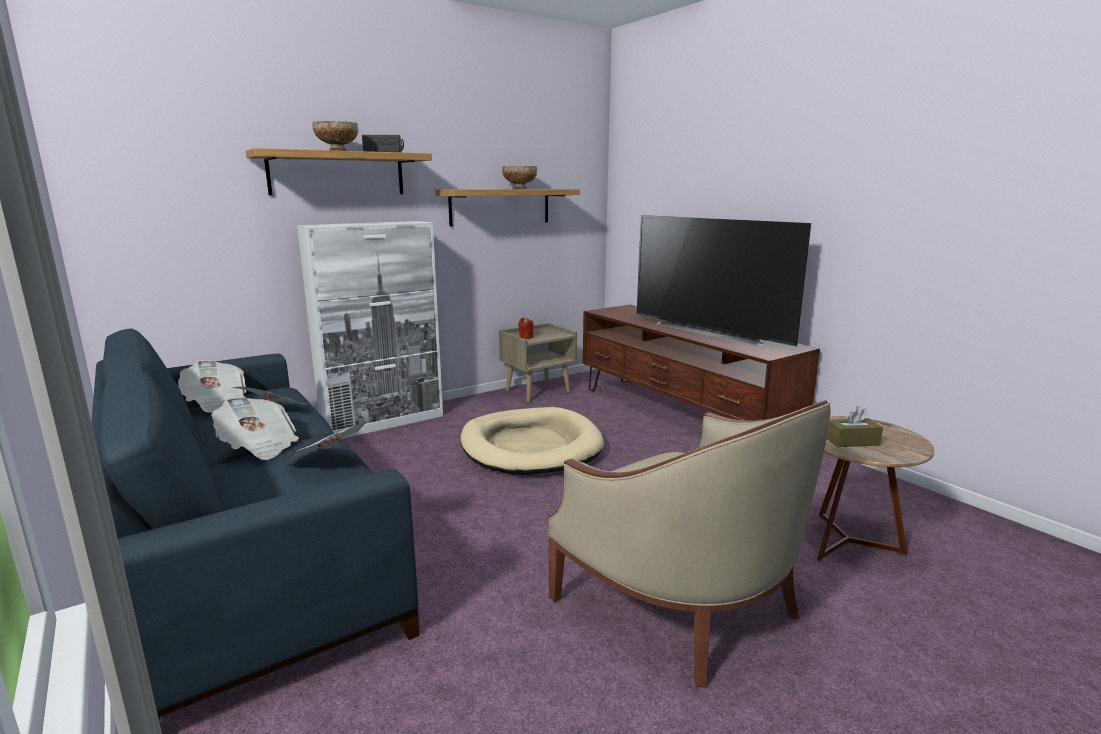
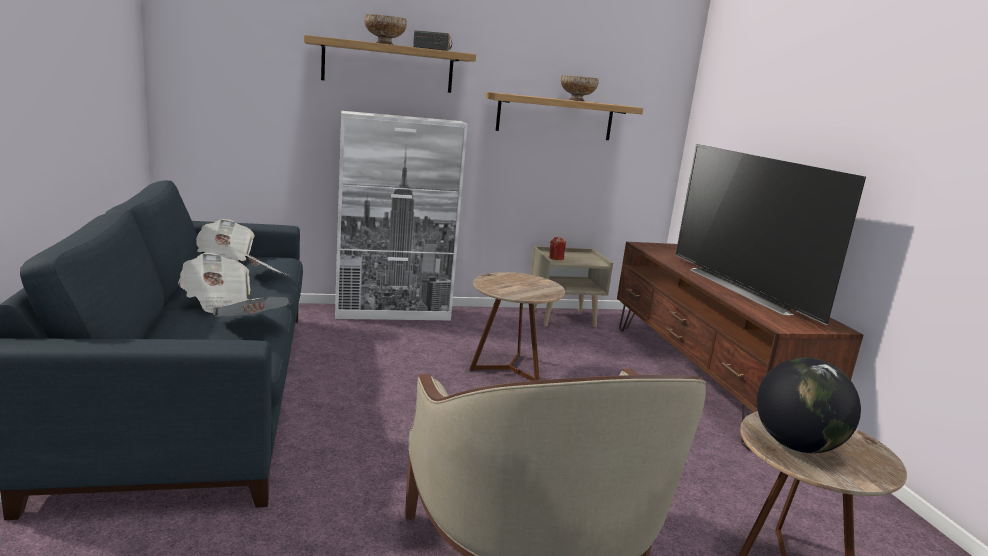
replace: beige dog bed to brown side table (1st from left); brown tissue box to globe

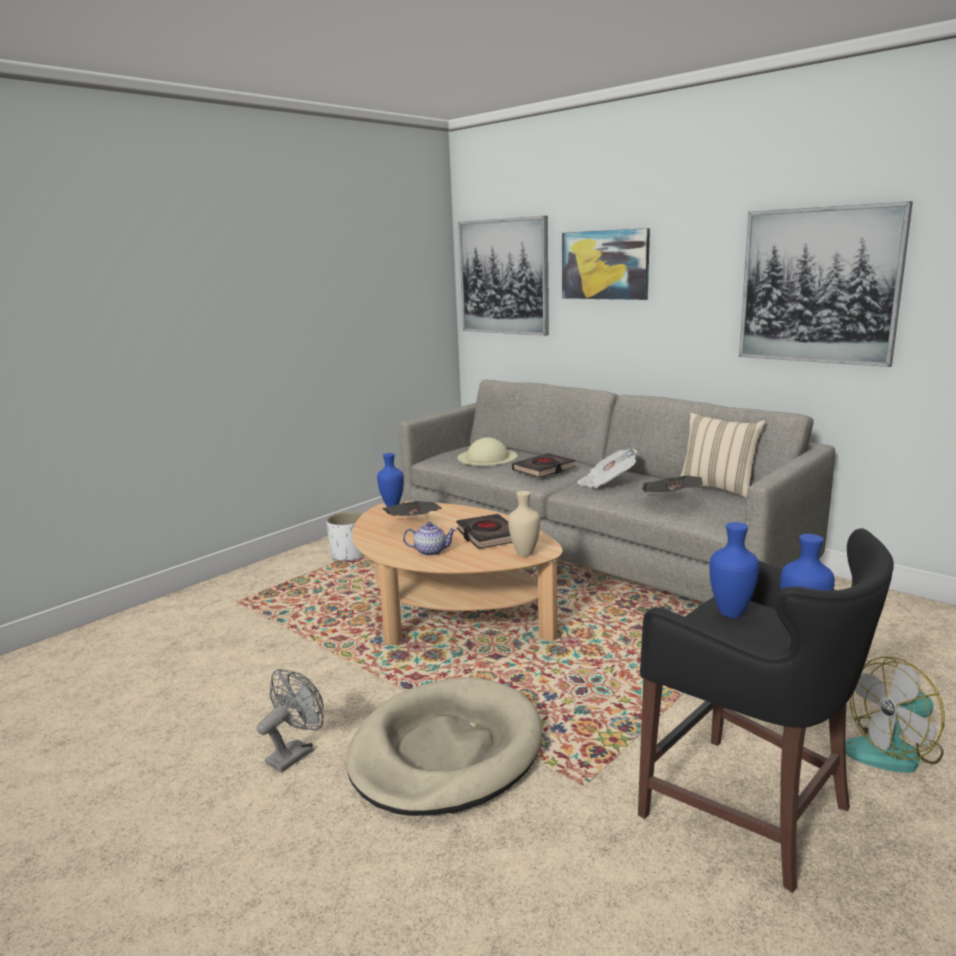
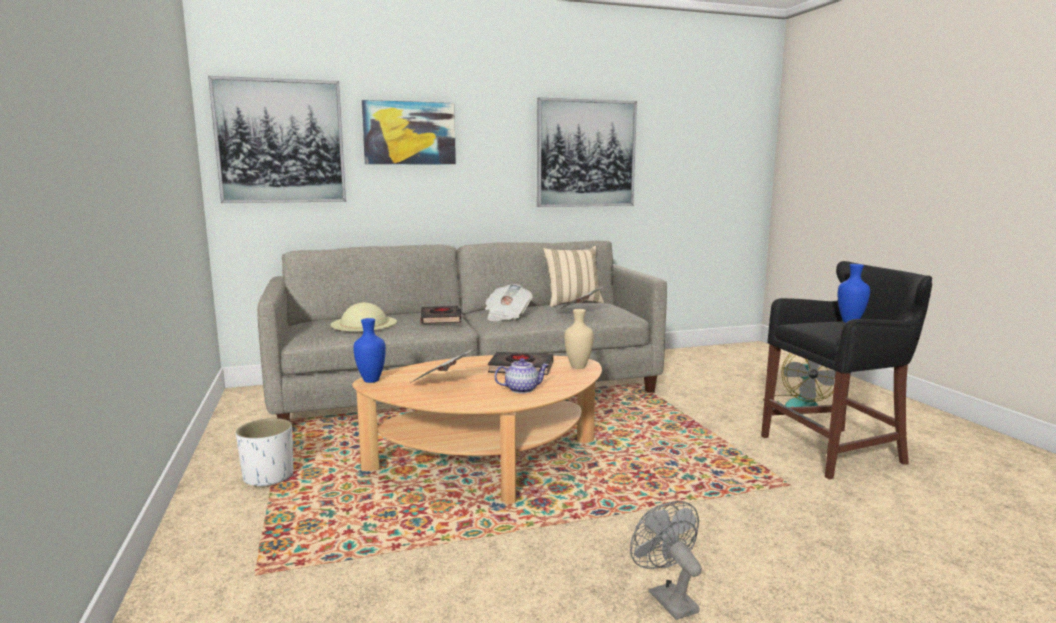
delete: beige dog bed; blue vase (2nd from left)
rotate: teapot 45 degrees clockwise

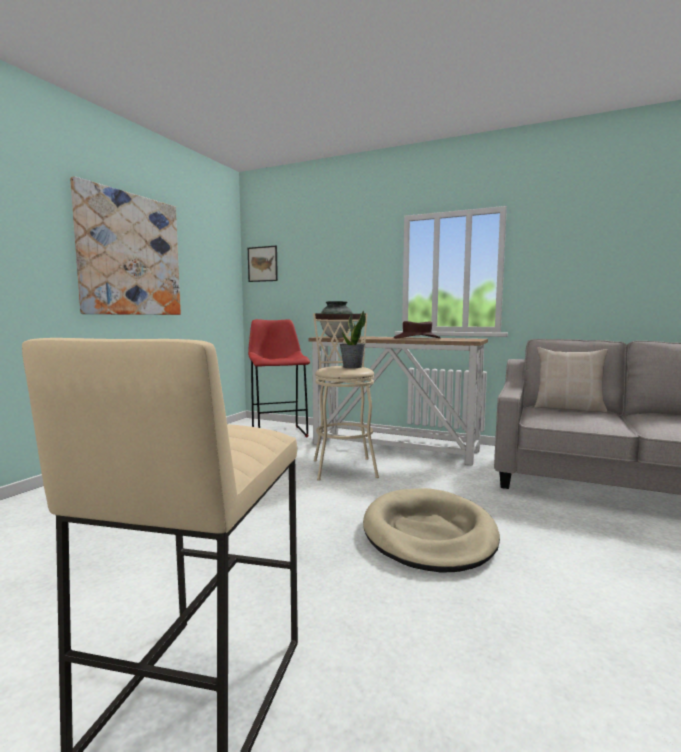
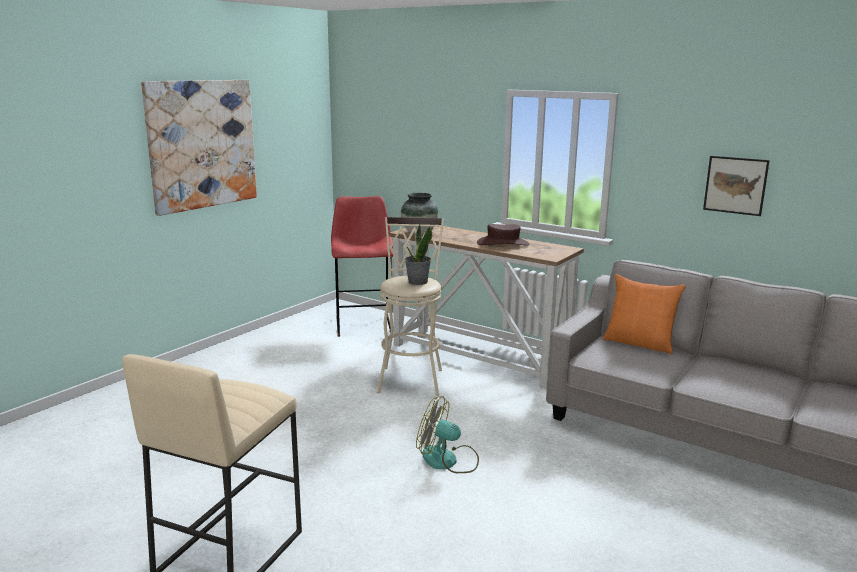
move: picture (2nd from left)
replace: beige dog bed to fan
recolor: beige pillow to orange pillow

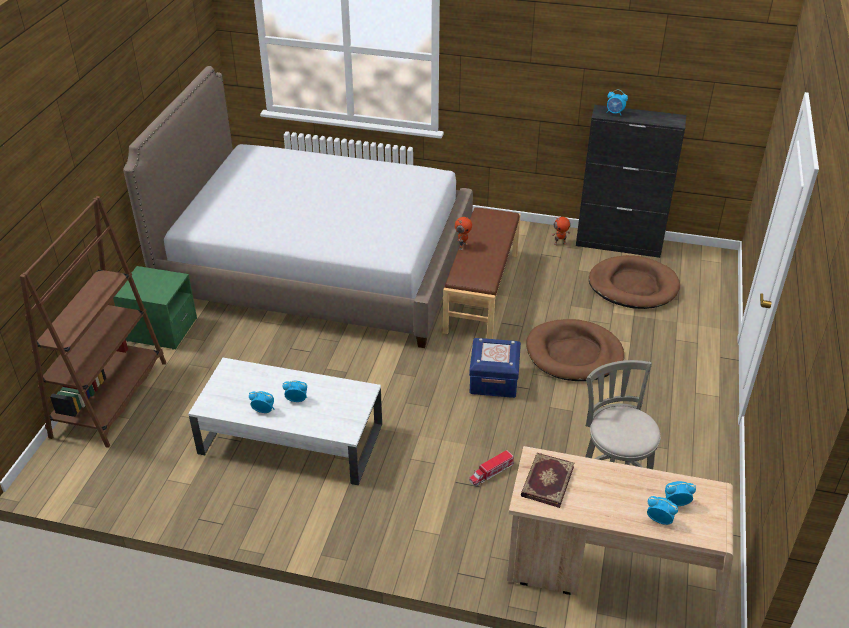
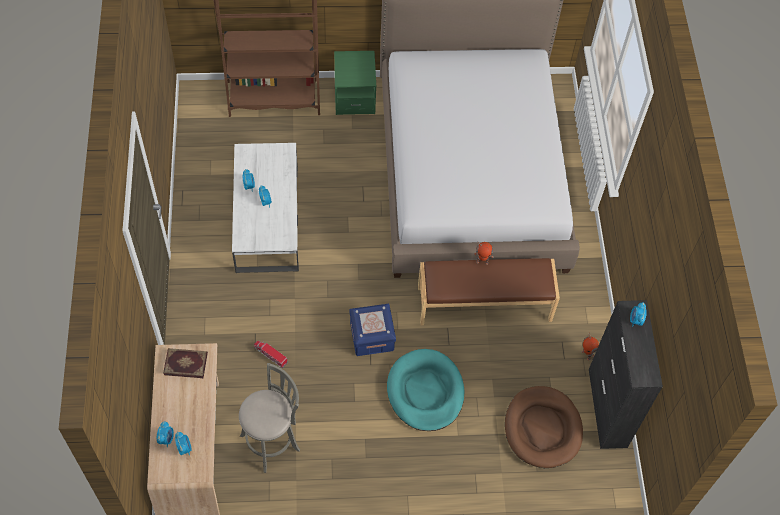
recolor: brown dog bed (1st from left) to turquoise dog bed

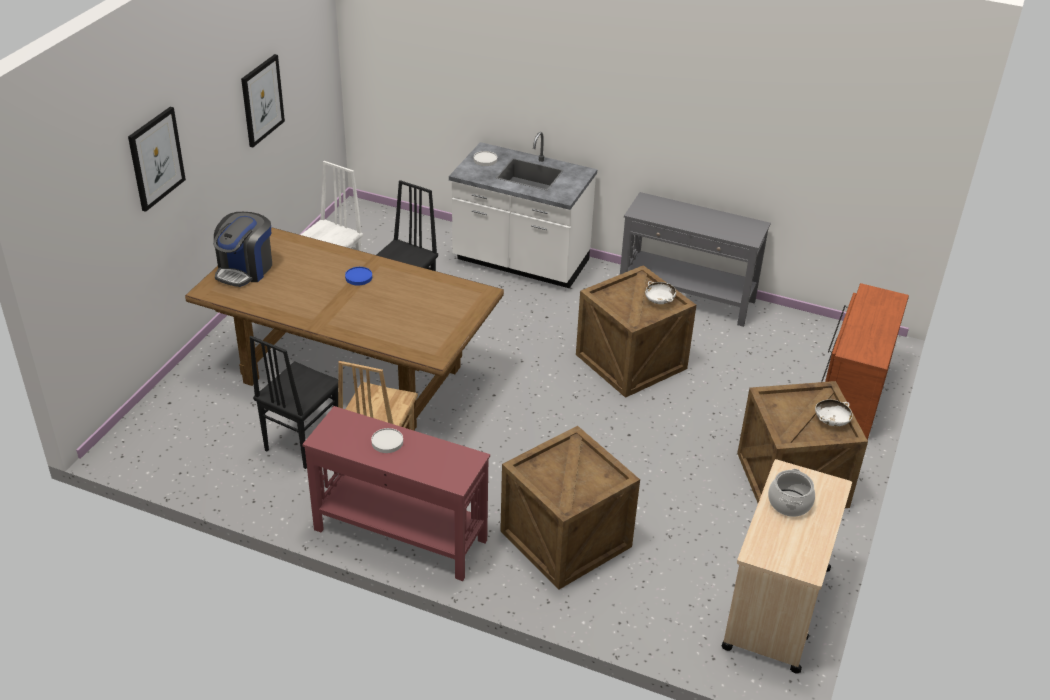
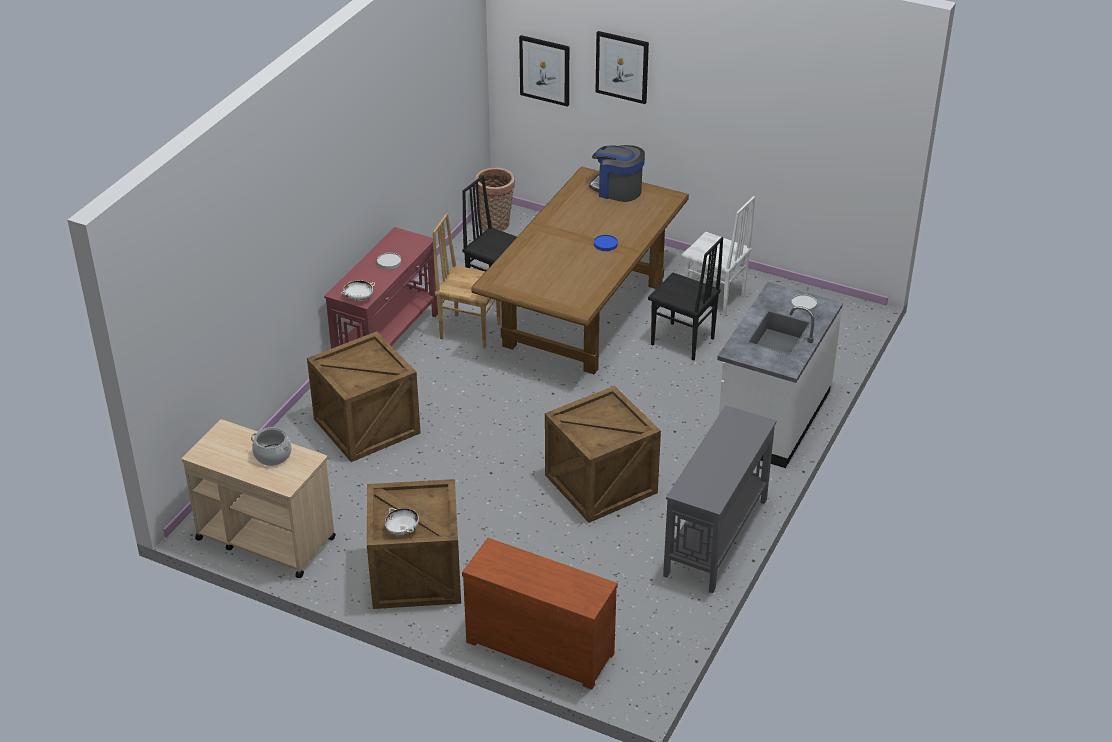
insert: basket
move: white bowl (1st from left); picture (2nd from left in the first image) to picture (1st from left)

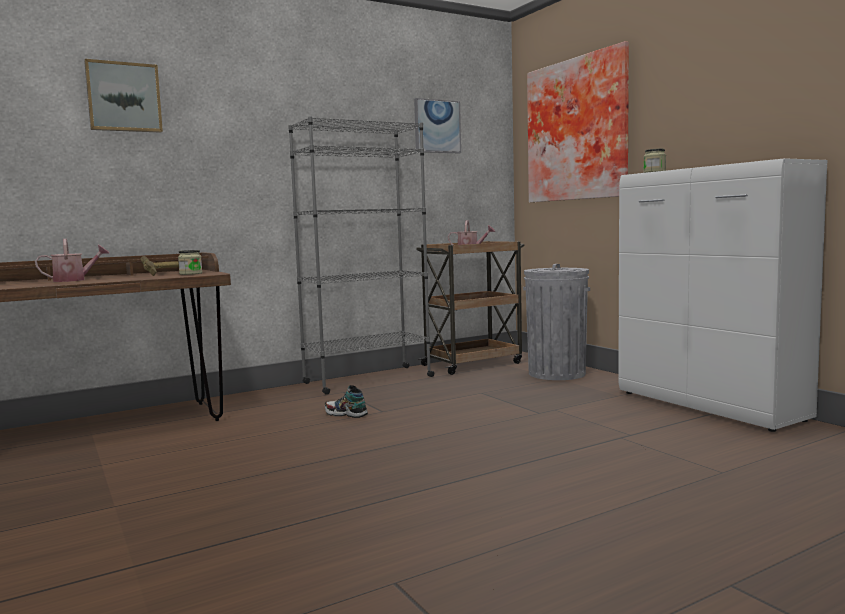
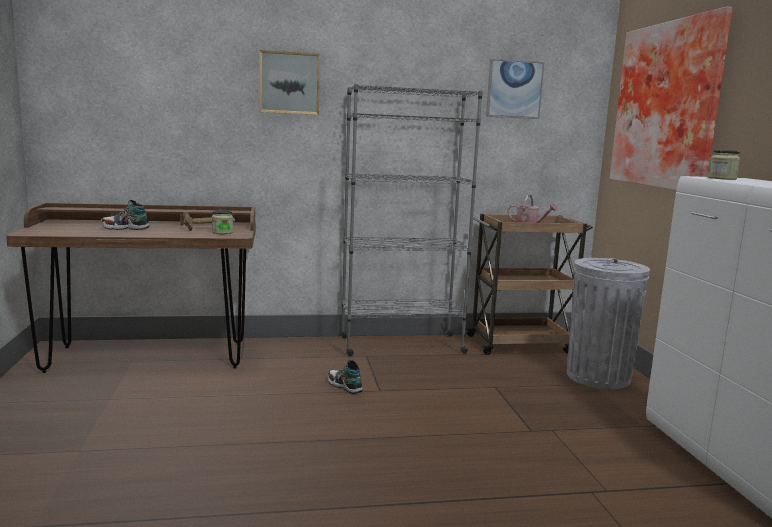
move: picture (1st from left)
replace: watering can (1st from left) to shoe (1st from left)

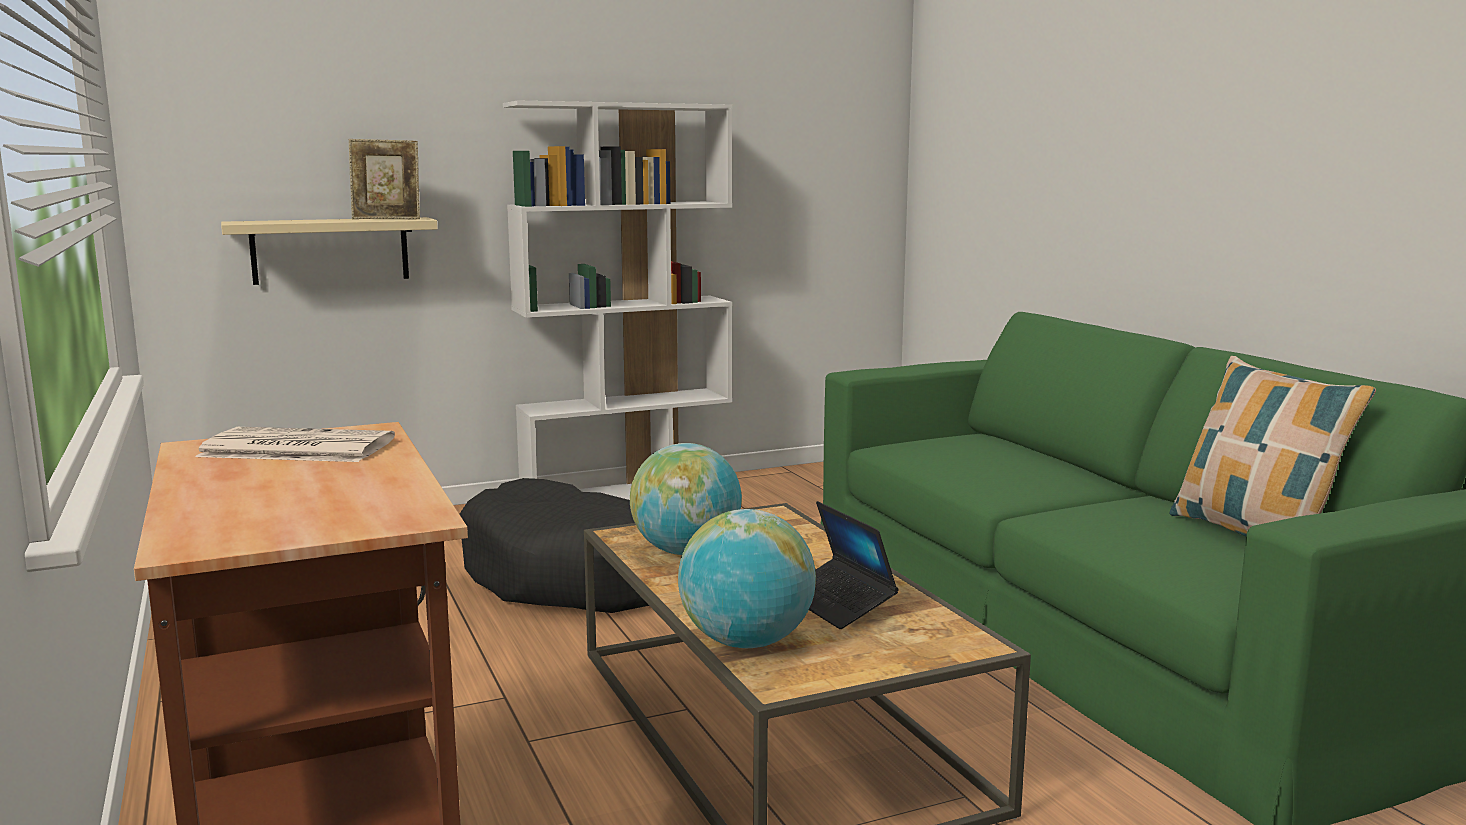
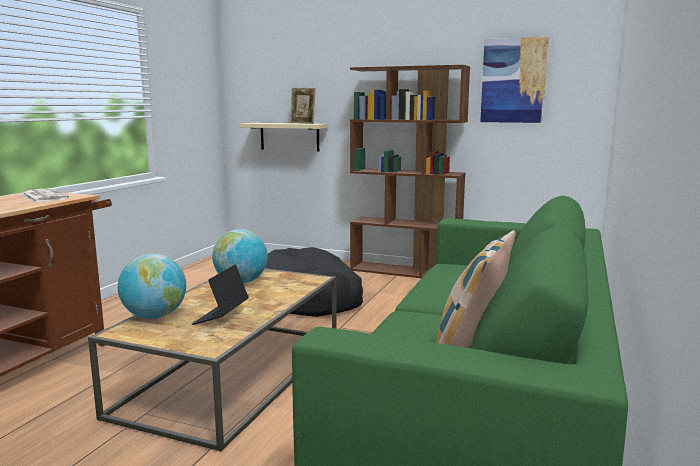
insert: picture
recolor: white bookcase to brown bookcase

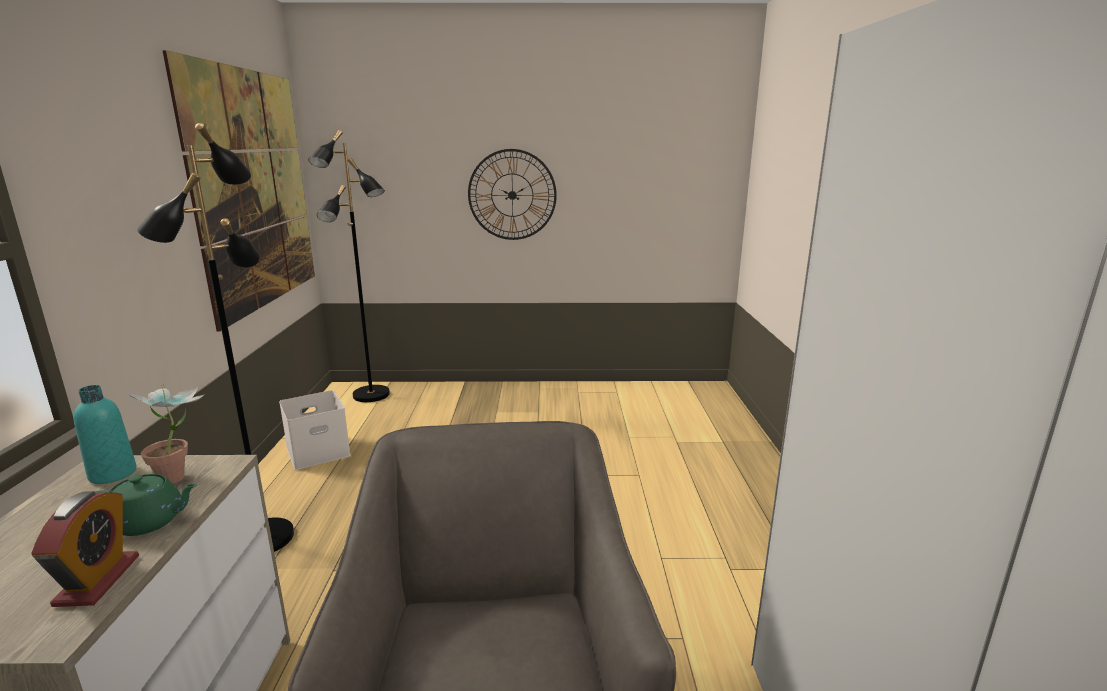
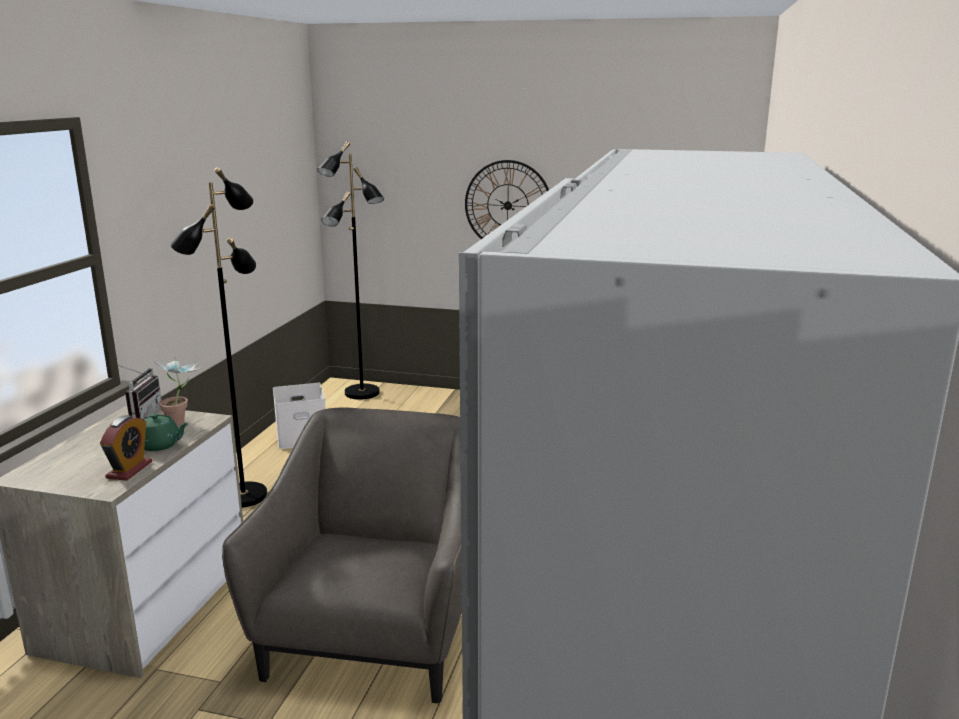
delete: picture
replace: turquoise bottle to radio

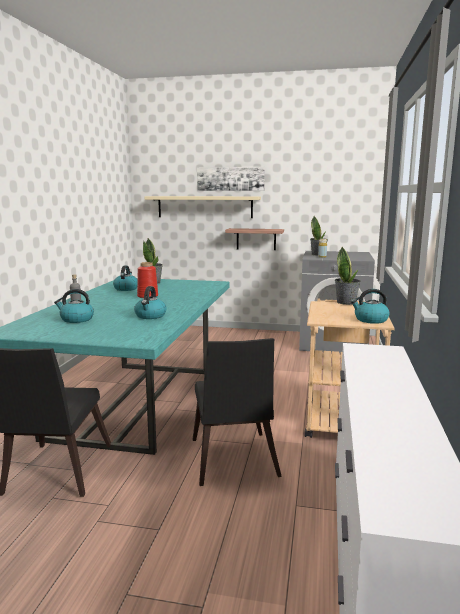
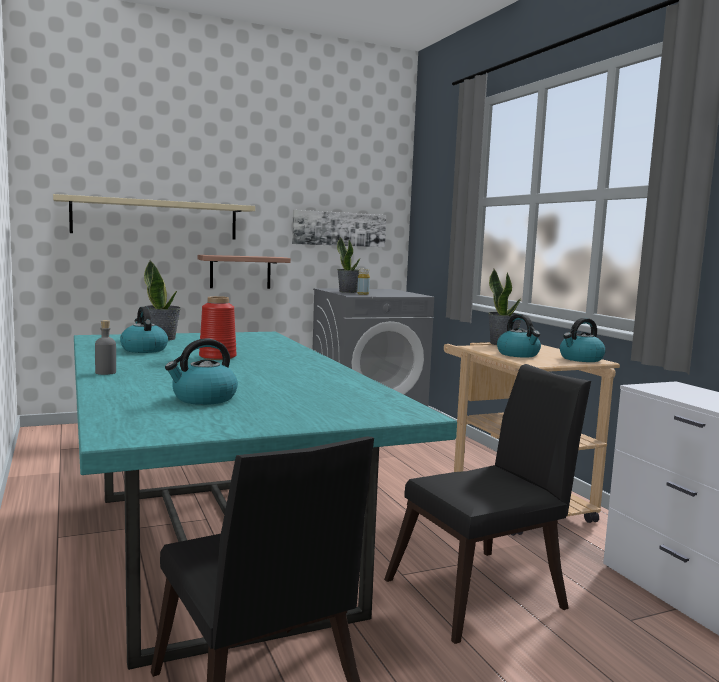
move: picture; kettle (3rd from left)
rotate: black chair (2nd from left) 75 degrees counterclockwise

